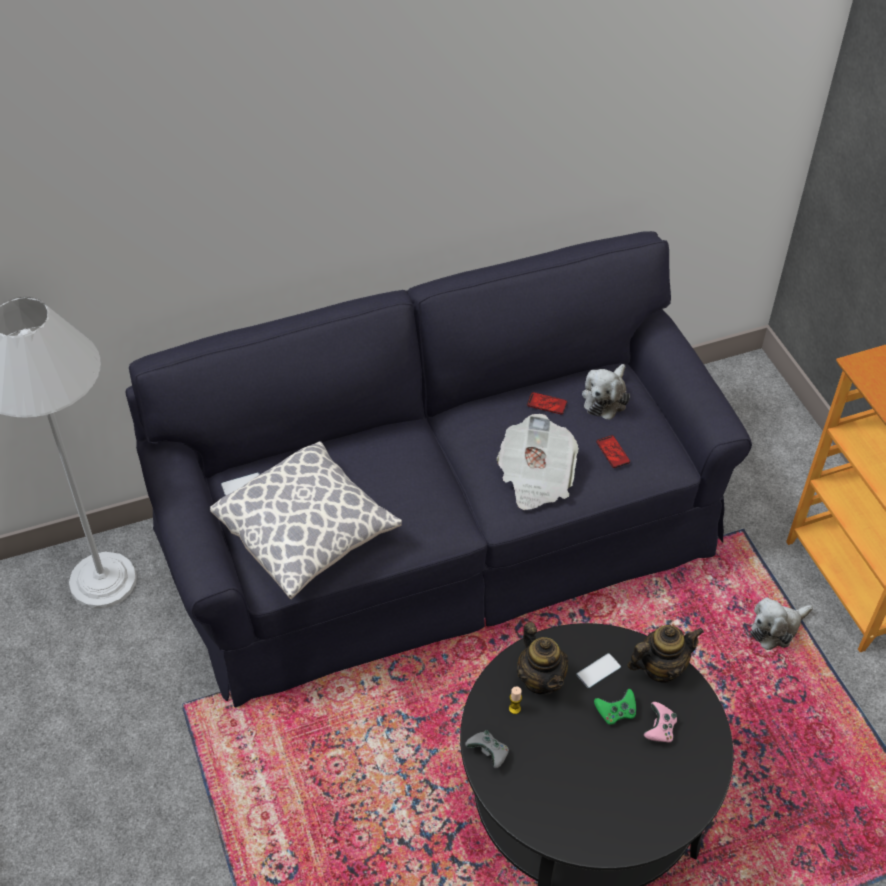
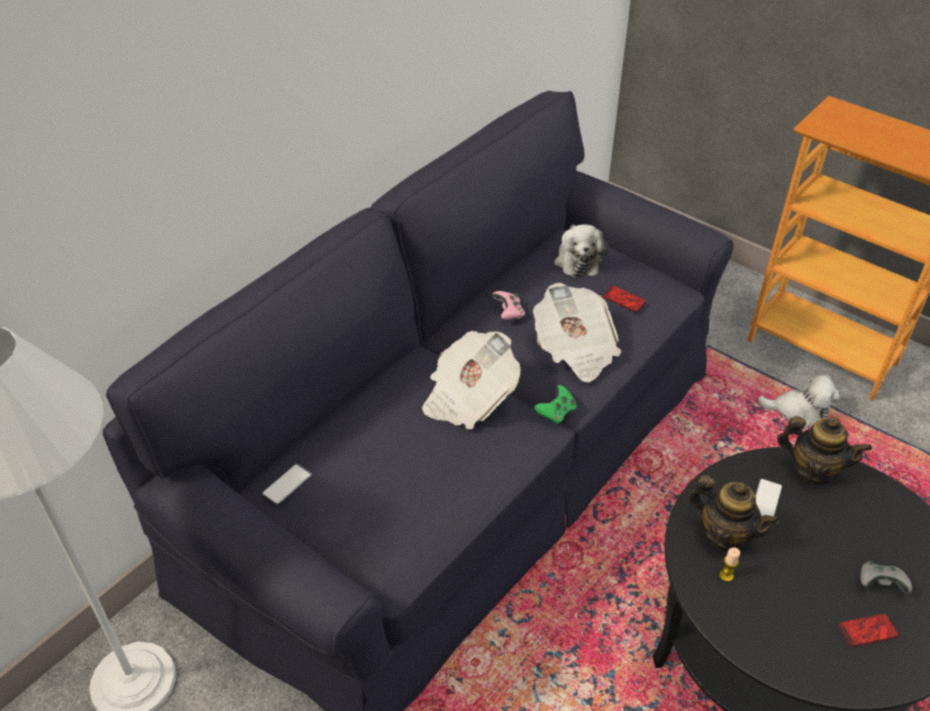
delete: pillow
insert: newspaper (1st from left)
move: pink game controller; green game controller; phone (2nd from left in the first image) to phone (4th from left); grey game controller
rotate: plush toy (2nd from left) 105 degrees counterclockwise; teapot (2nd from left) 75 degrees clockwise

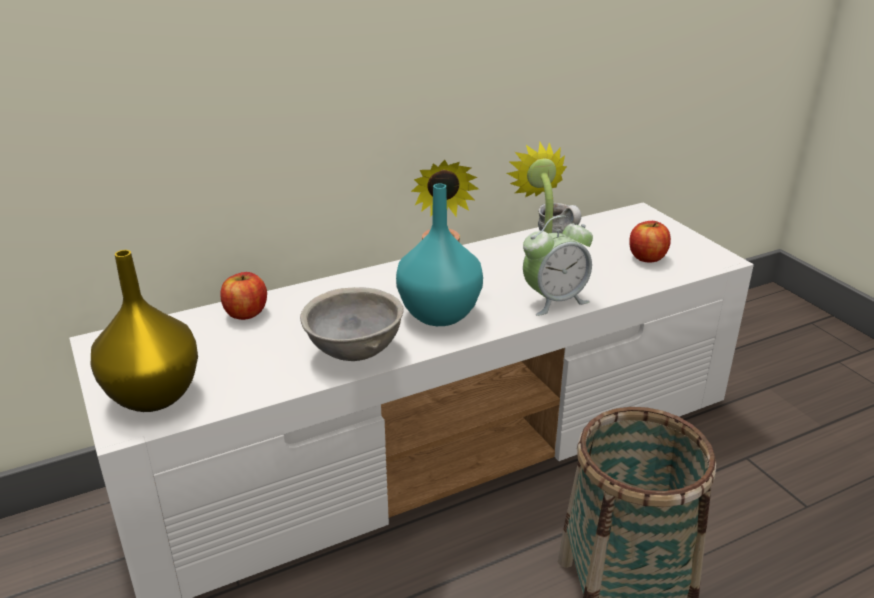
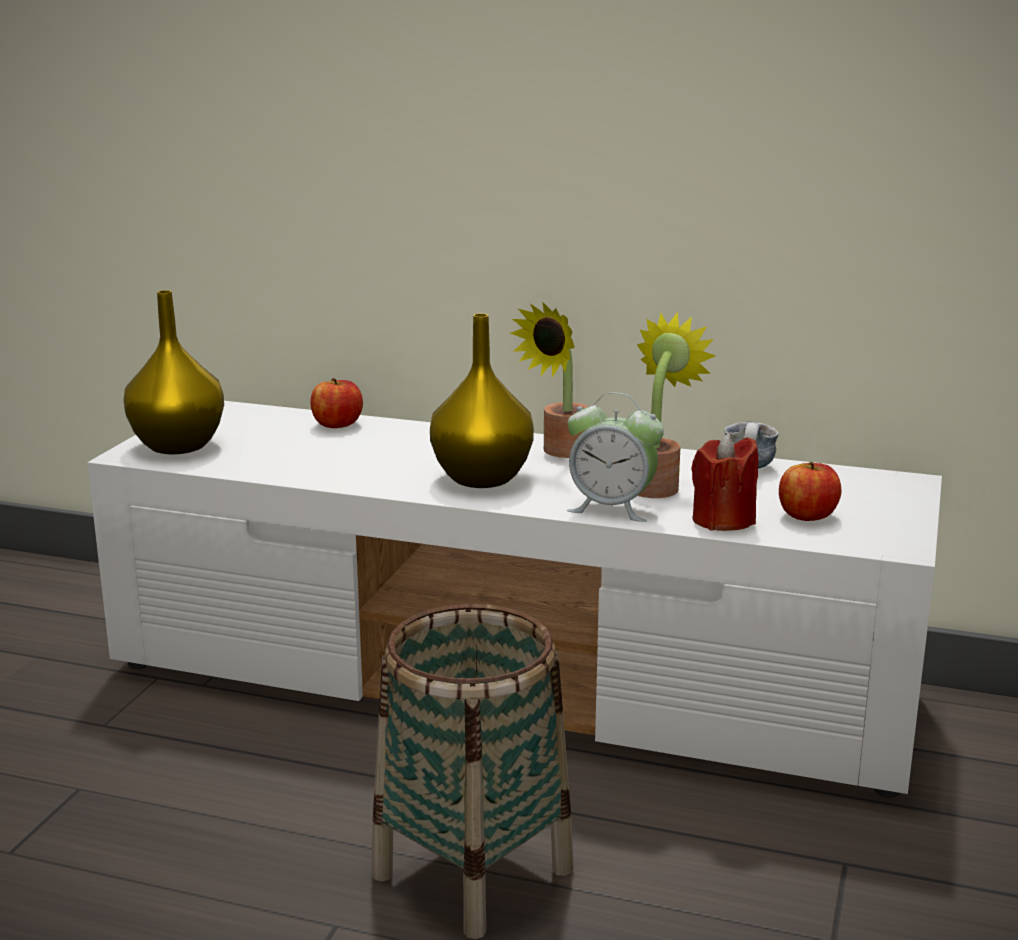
delete: grey bowl
insert: red candle
recolor: turquoise vase to yellow vase (2nd from left)

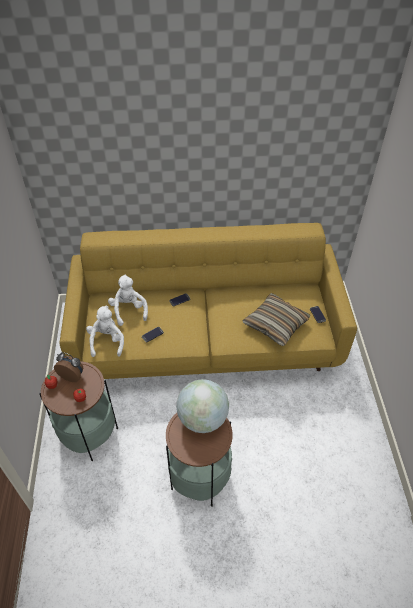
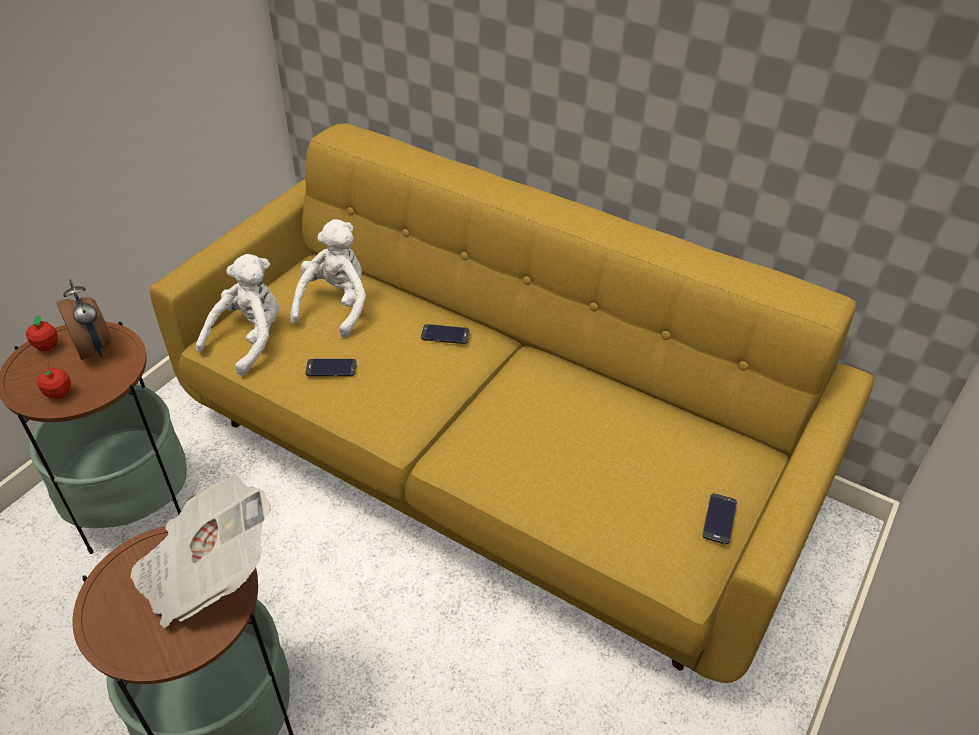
delete: pillow
replace: globe to newspaper

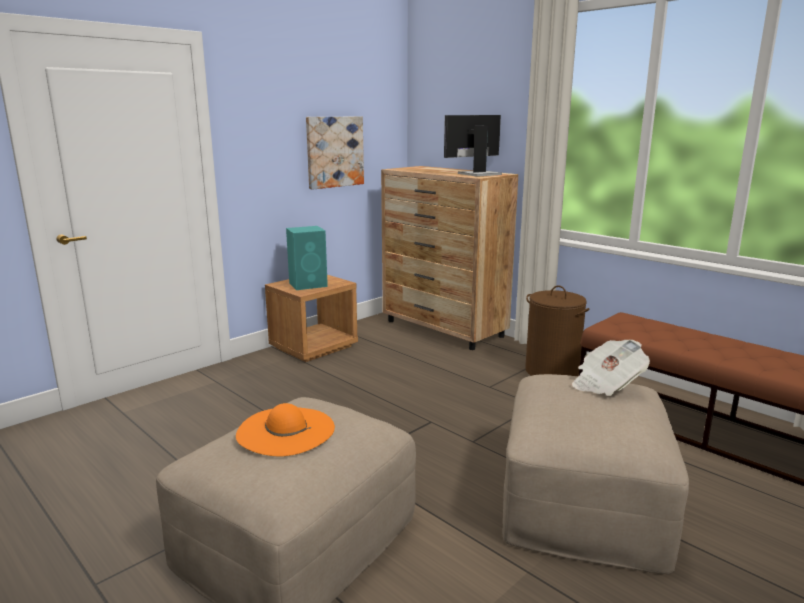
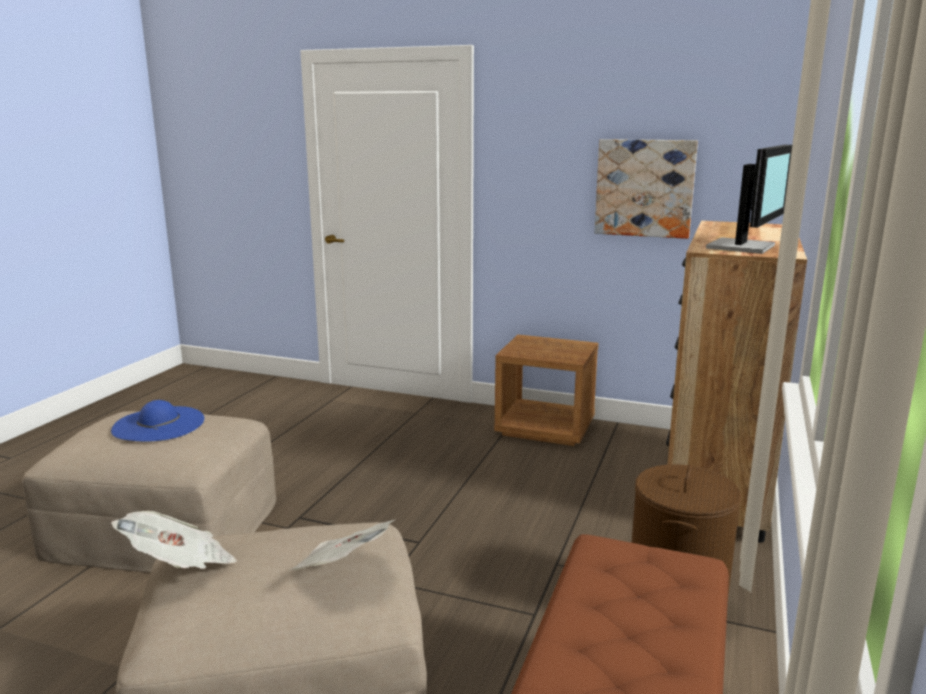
delete: turquoise speaker
insert: newspaper (1st from left)
recolor: orange hat to blue hat
rotate: monitor 90 degrees clockwise

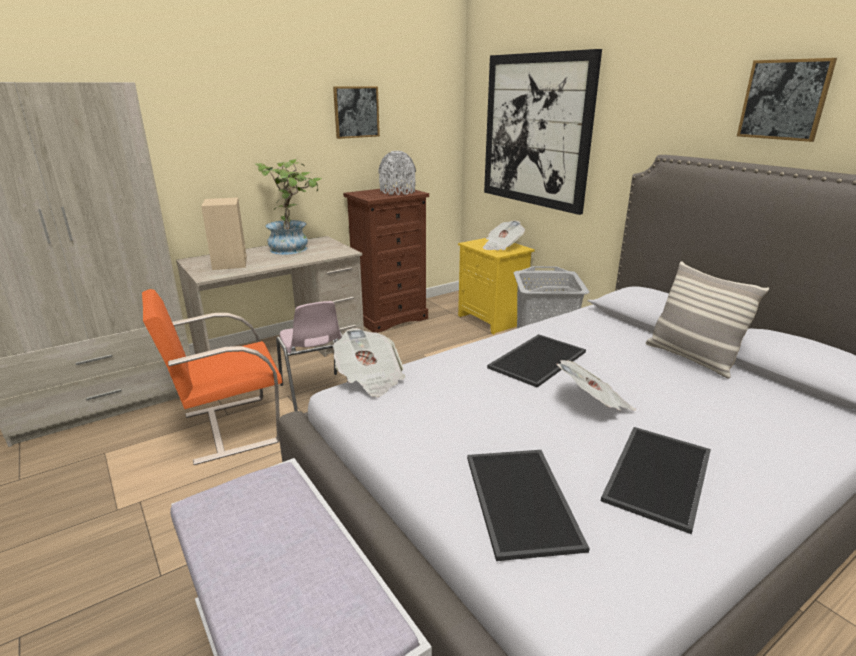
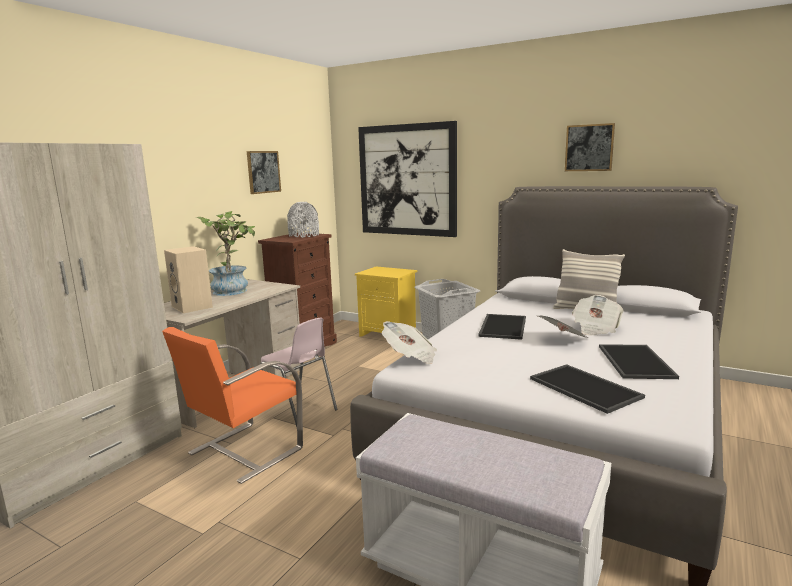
move: newspaper (2nd from left in the first image) to newspaper (3rd from left)

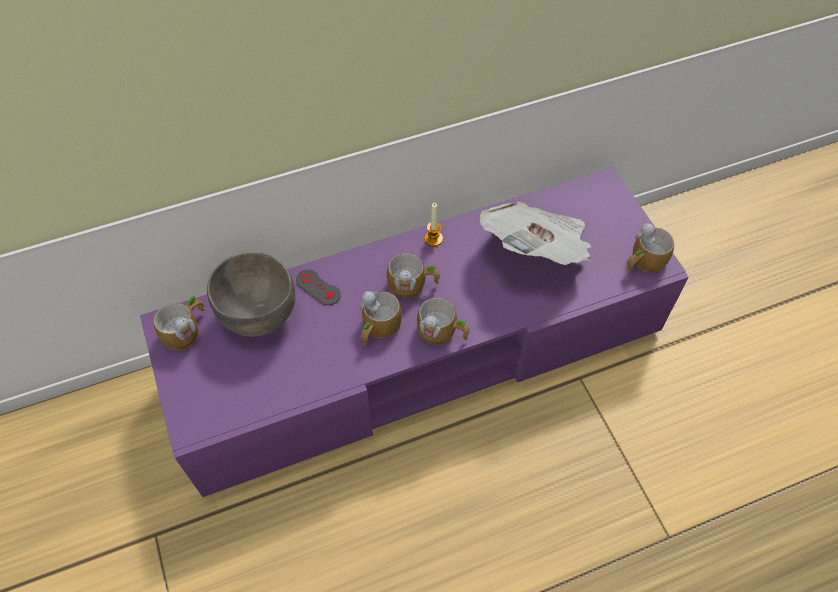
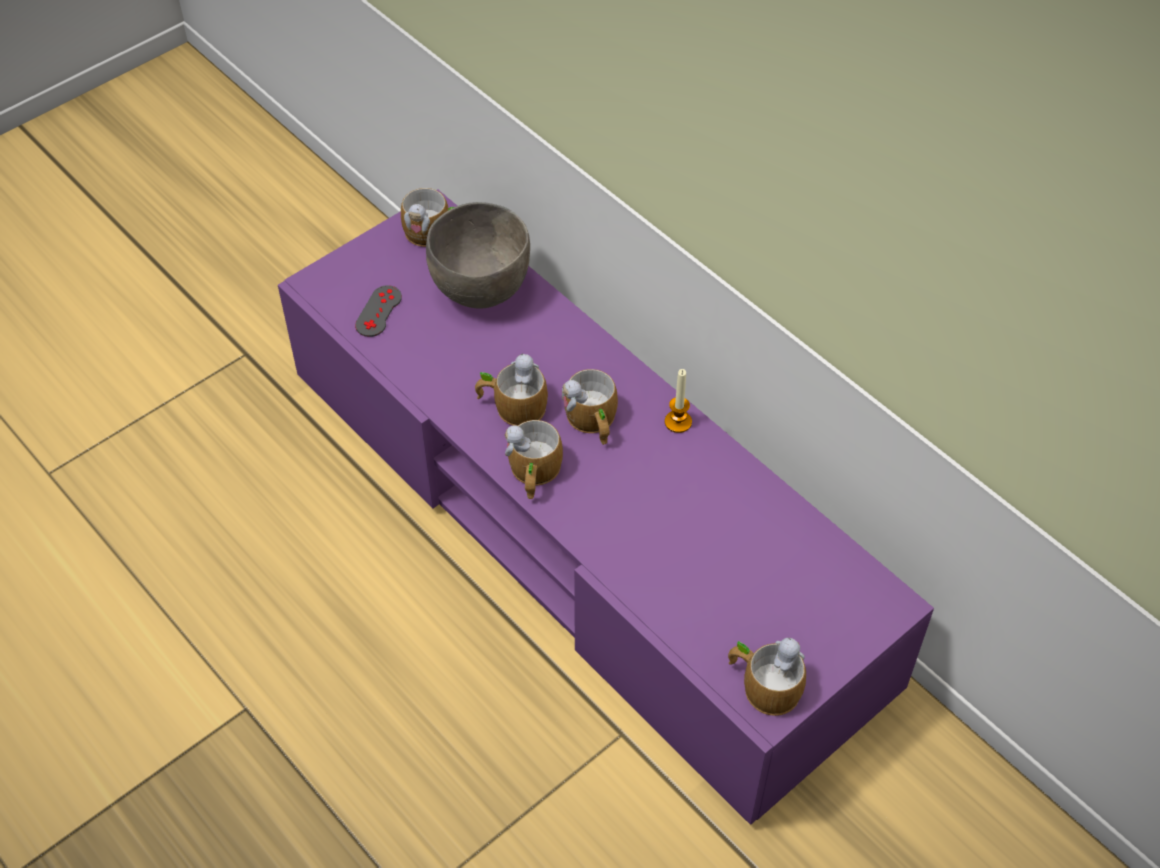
delete: newspaper
move: grey game controller

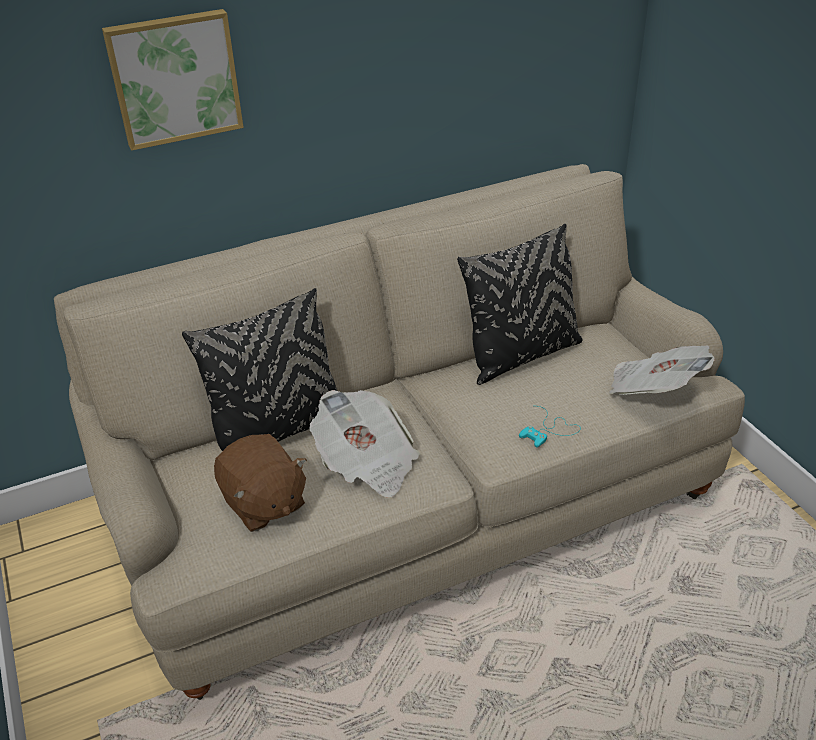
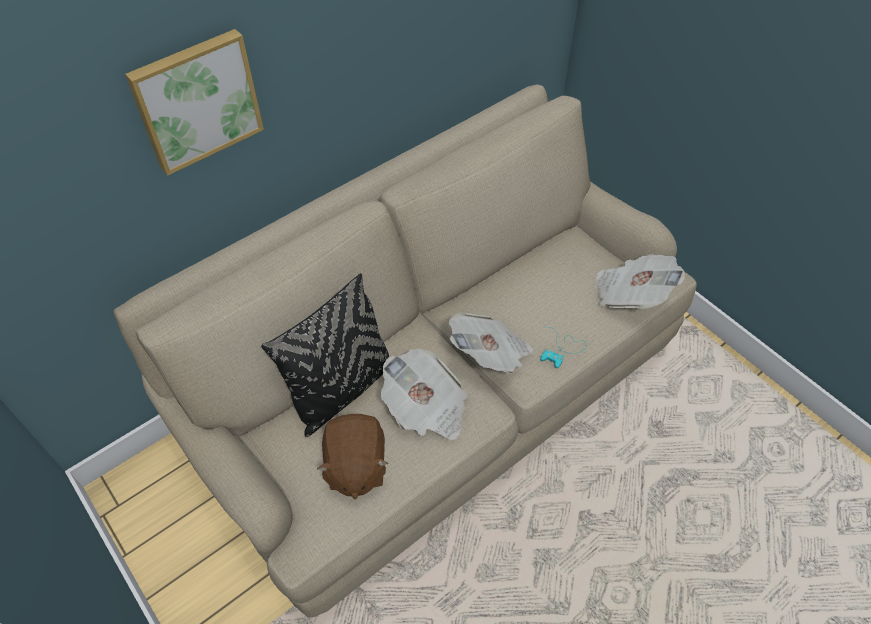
delete: black pillow (2nd from left)
insert: newspaper (2nd from left)
rotate: brown plush toy 45 degrees clockwise

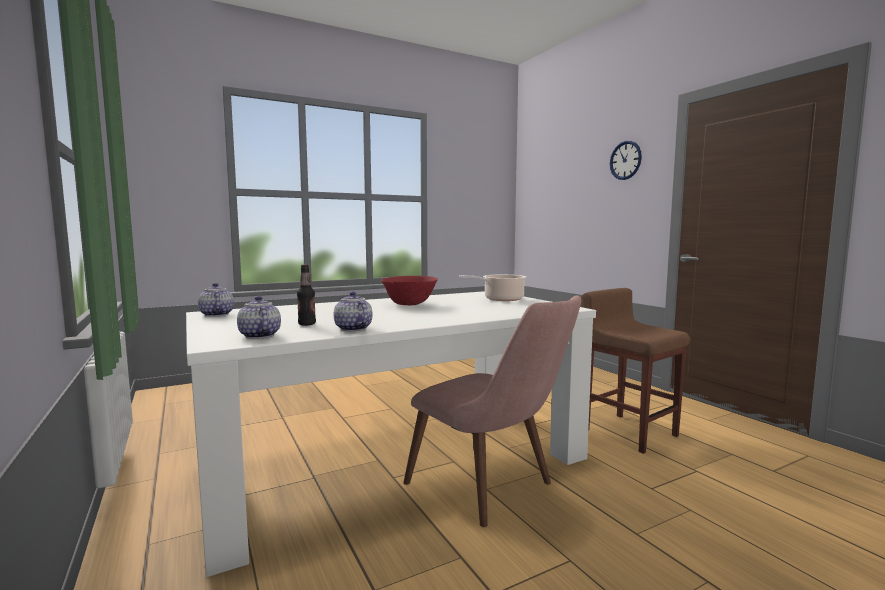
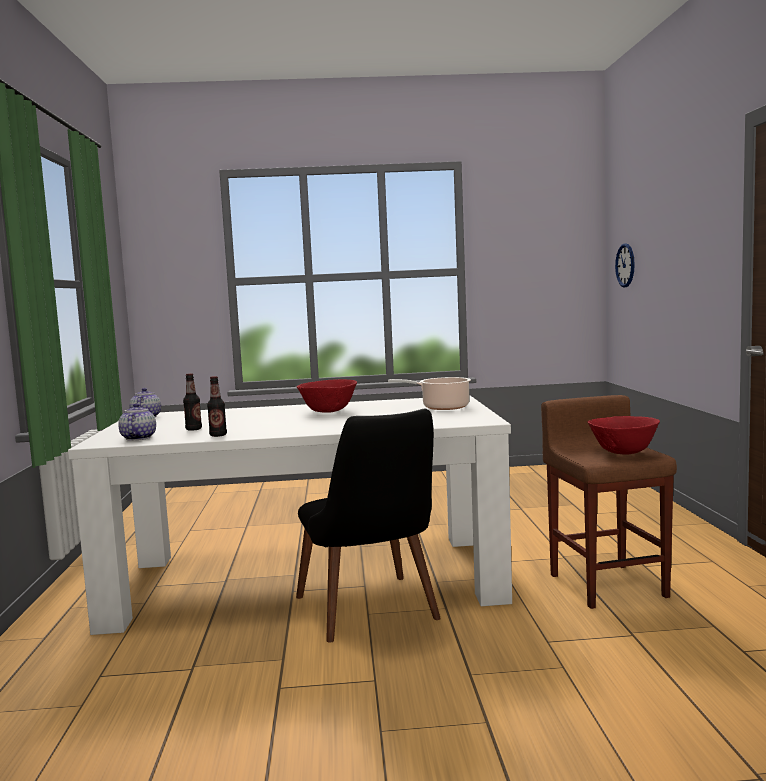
insert: red bowl (2nd from left)
move: wall clock
replace: teapot (3rd from left) to bottle (2nd from left)
recolor: pink chair to black chair

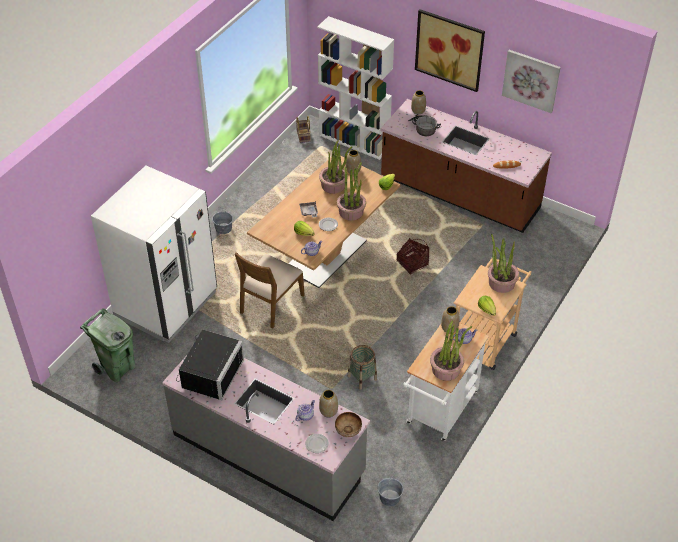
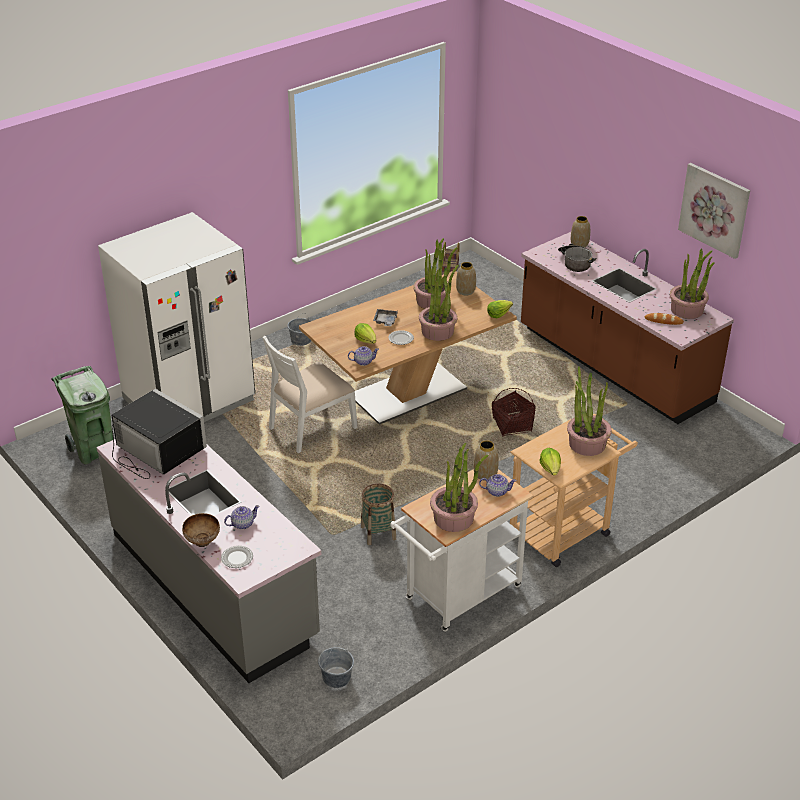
delete: white bookcase; vase (1st from left); picture (1st from left)
insert: potted plant (5th from left)
move: bowl
recolor: brown chair to white chair
rotate: black microwave 90 degrees counterclockwise

